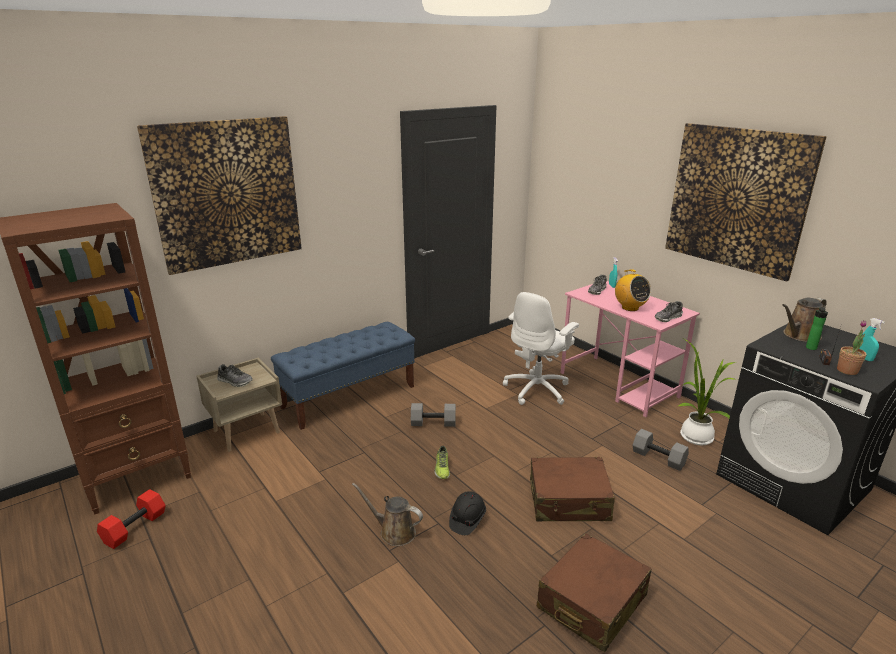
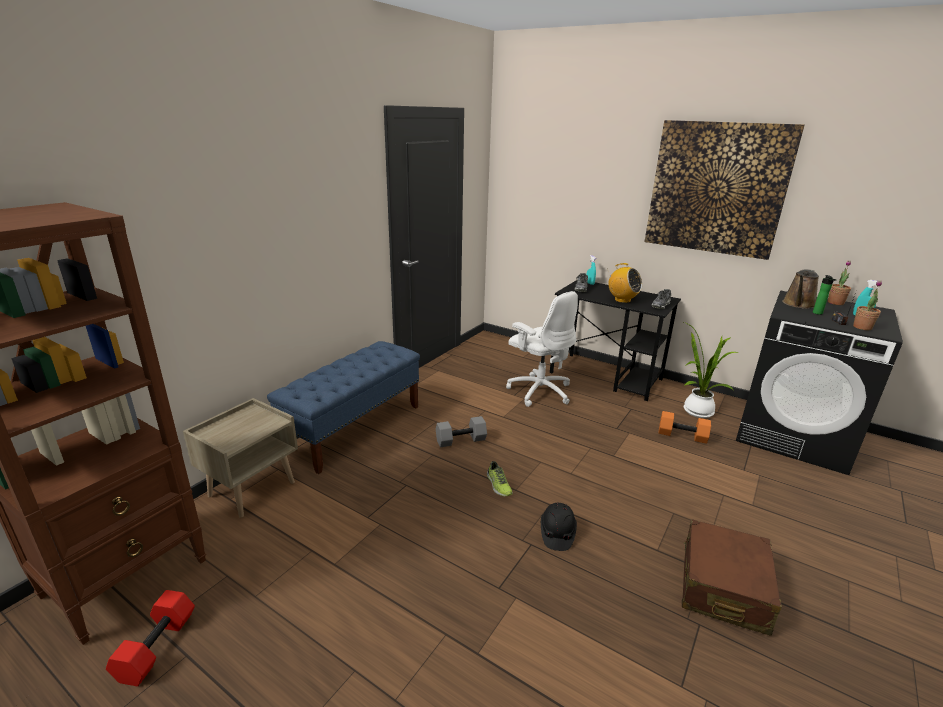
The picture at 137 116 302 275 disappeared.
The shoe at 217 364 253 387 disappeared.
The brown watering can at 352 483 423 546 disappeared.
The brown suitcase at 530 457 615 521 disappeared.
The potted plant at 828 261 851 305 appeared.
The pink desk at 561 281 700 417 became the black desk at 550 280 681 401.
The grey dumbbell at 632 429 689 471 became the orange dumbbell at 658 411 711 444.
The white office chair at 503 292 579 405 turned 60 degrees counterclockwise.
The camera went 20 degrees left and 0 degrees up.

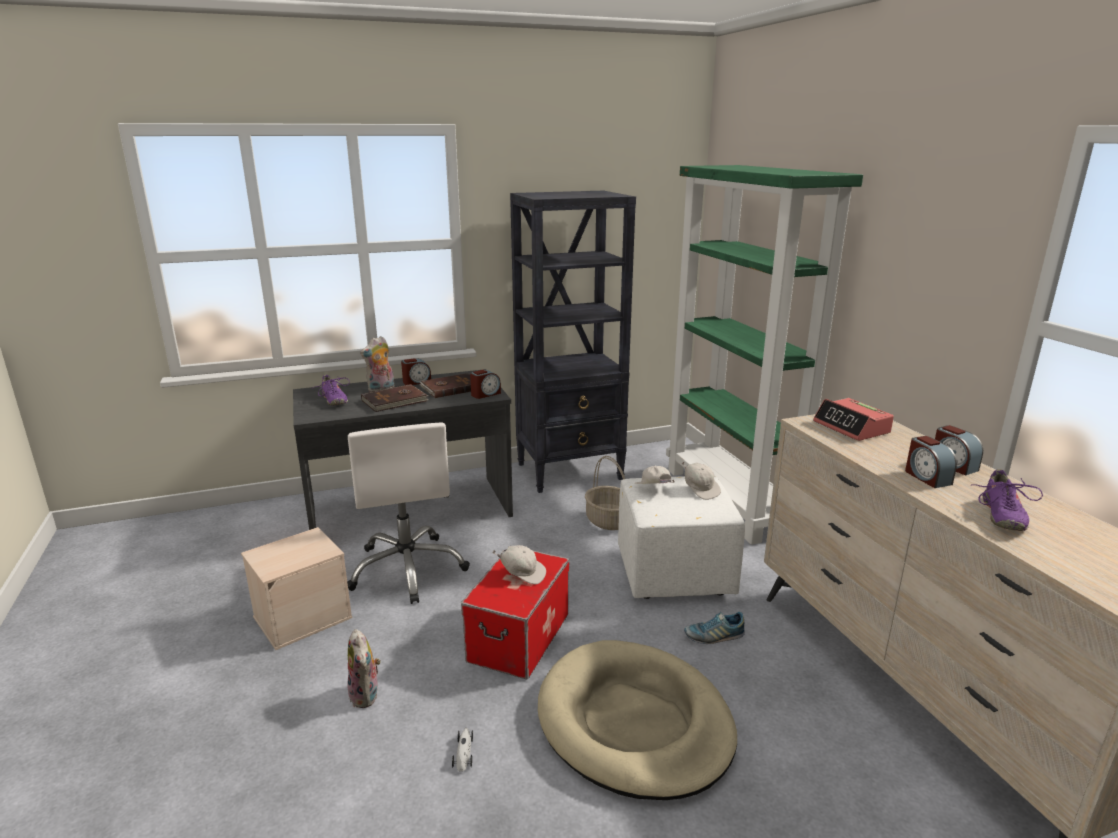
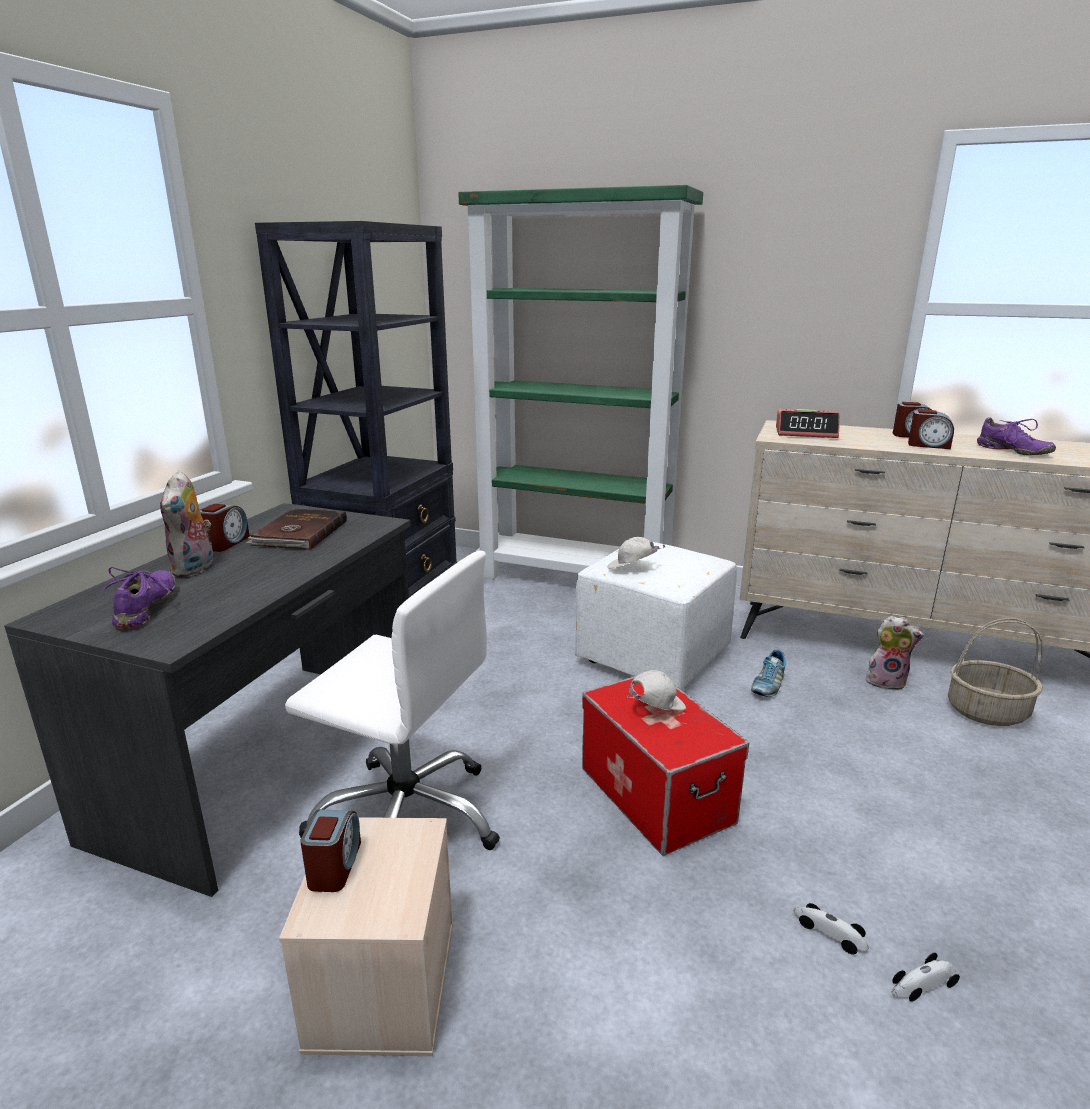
The brown book at 361 384 428 412 disappeared.
The beige dog bed at 538 640 737 800 disappeared.
The white cap at 682 462 721 500 disappeared.
The toy car at 892 953 960 1002 appeared.
The plush toy moved from 347 629 381 708 to 866 616 924 691.
The alarm clock moved from 470 370 501 399 to 300 810 361 892.
The basket moved from 585 456 625 530 to 948 618 1043 726.
The purple shoe at 313 375 350 405 turned 105 degrees counterclockwise.
The camera went 50 degrees left and 0 degrees up.

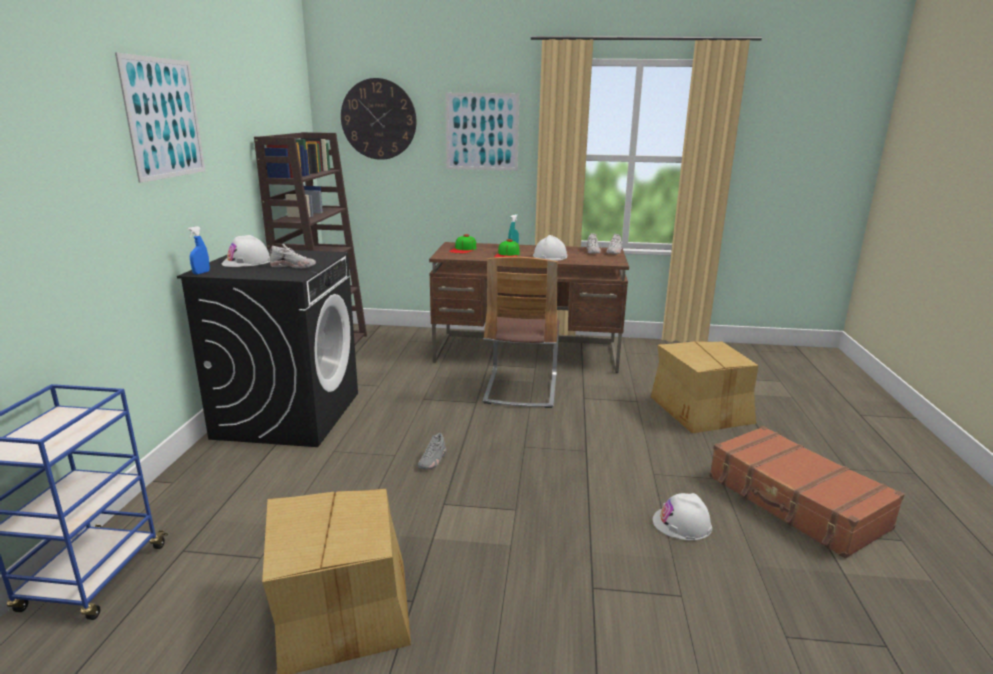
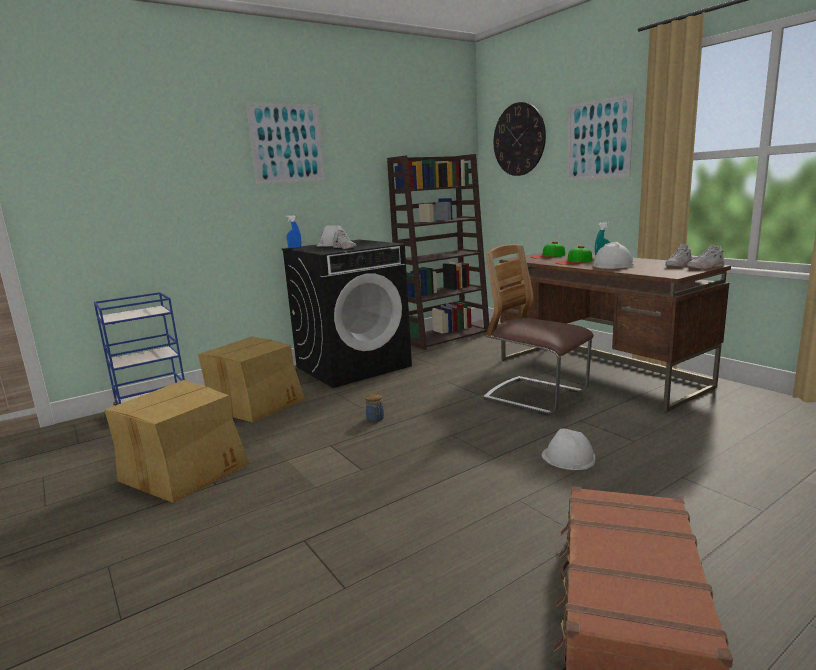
The cardboard box moved from 651 341 759 433 to 198 337 305 422.
The white hard hat moved from 652 493 712 540 to 542 429 595 470.
The grey shoe at 418 433 446 469 was replaced by the jar at 365 394 384 422.
The chair at 483 257 559 408 turned 75 degrees clockwise.
The camera went 50 degrees right and 5 degrees down.

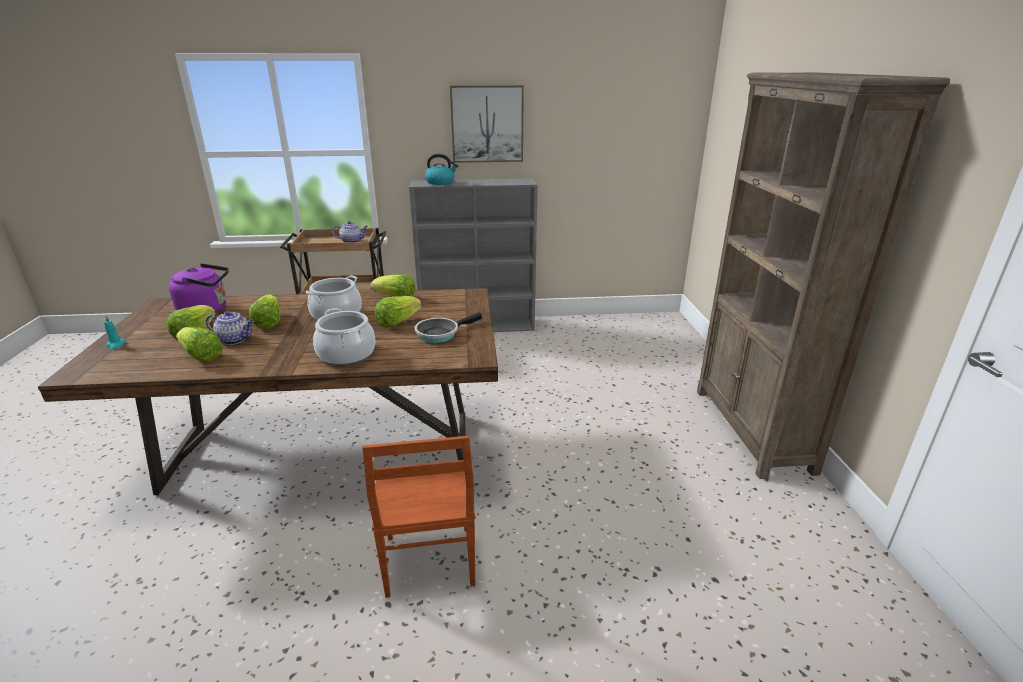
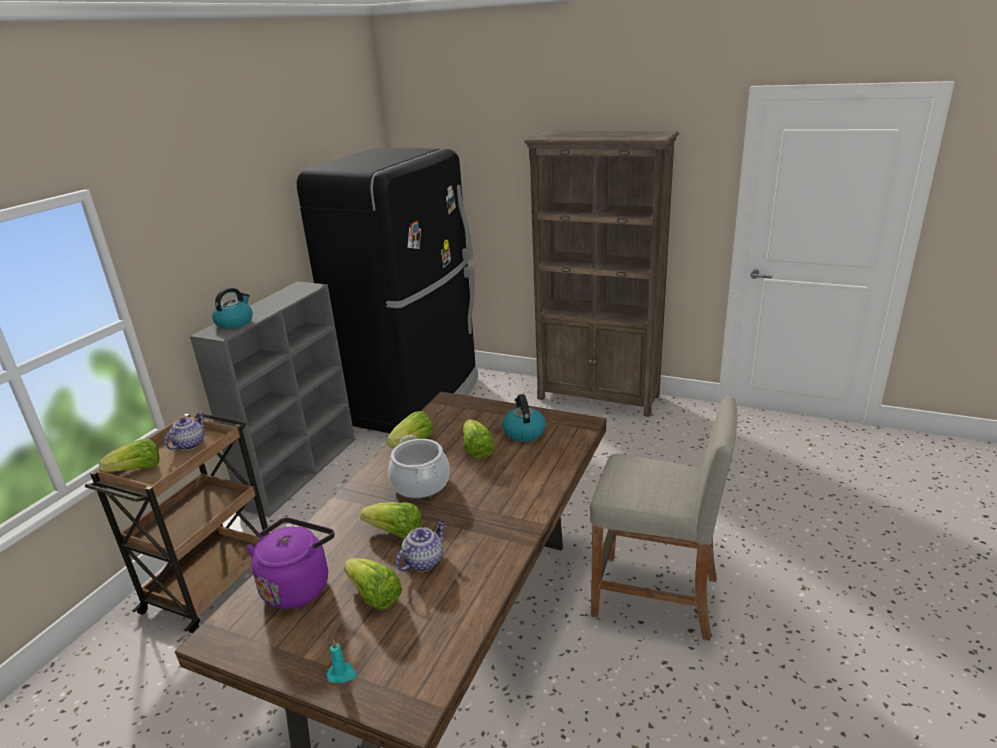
The cooking pot at 313 308 375 365 disappeared.
The picture at 450 85 524 163 disappeared.
The black fridge at 297 148 478 433 appeared.
The lettuce moved from 176 327 223 362 to 99 439 159 472.
The brown chair at 363 436 475 598 was replaced by the beige stool at 590 396 738 641.
The frying pan at 415 312 482 343 was replaced by the kettle at 502 394 546 442.
The camera went 60 degrees left and 0 degrees up.

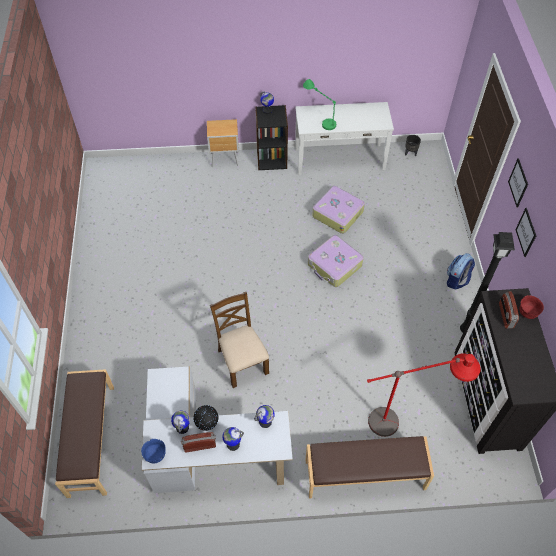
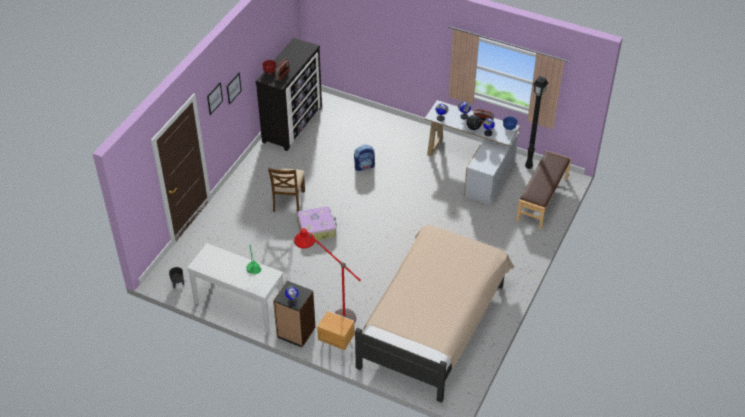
The brown bench at 305 436 434 499 disappeared.
The suitcase at 312 186 365 234 disappeared.
The beige bed at 355 225 514 403 appeared.
The brown chair moved from 210 292 269 388 to 268 167 305 212.
The red floor lamp moved from 367 353 481 437 to 294 228 361 322.
The backpack moved from 447 253 475 289 to 354 145 375 171.
The black floor lamp moved from 460 232 515 333 to 525 76 549 169.
The camera went 150 degrees left and 10 degrees down.

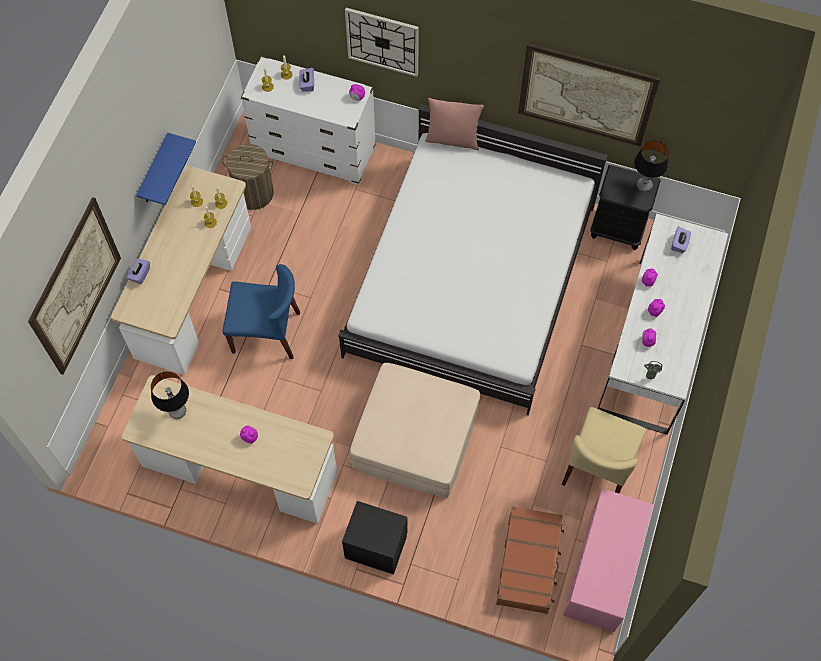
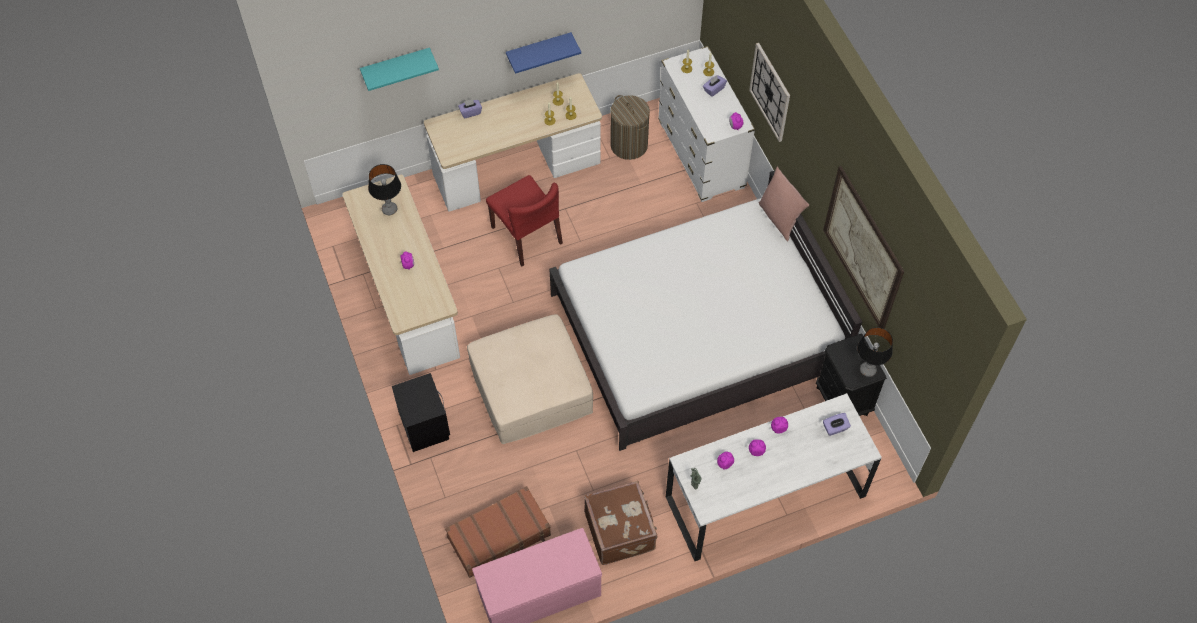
The picture at 28 197 121 375 was replaced by the turquoise shelf at 360 48 439 91.
The beige chair at 562 407 647 493 was replaced by the brown suitcase at 584 481 657 565.
The blue chair at 223 264 300 359 became the red chair at 486 175 563 266.
The camera went 50 degrees right and 5 degrees down.

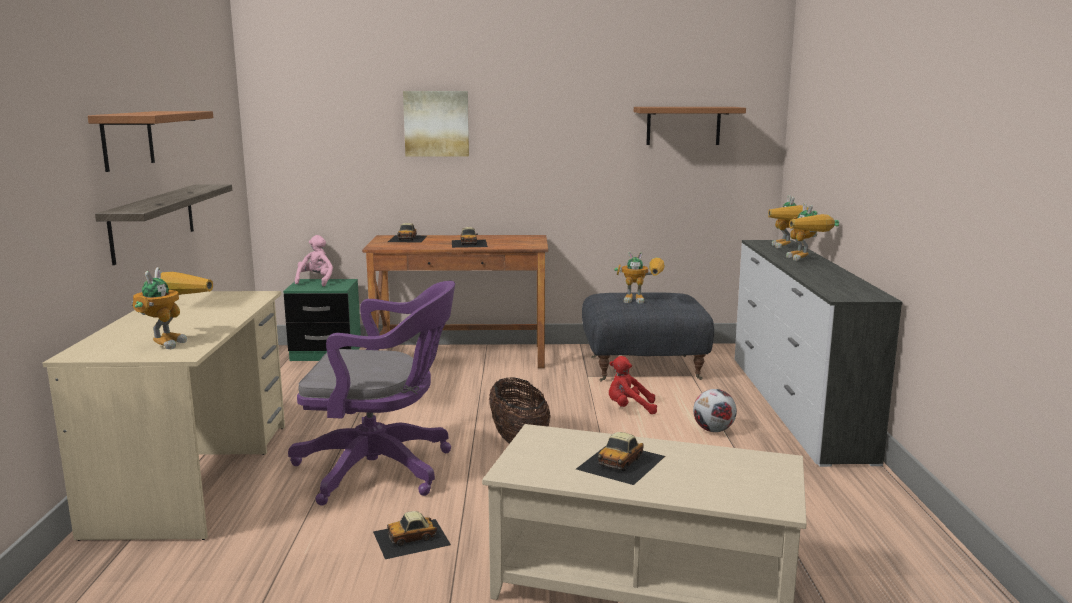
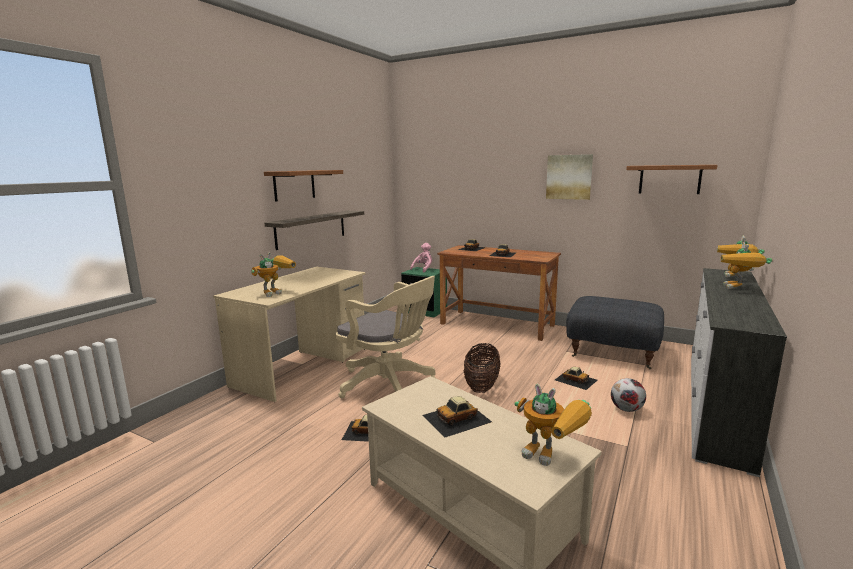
The picture moved from 403 91 469 157 to 546 154 593 200.
The toy robot moved from 614 251 665 303 to 514 384 592 466.
The red plush toy at 609 356 657 414 was replaced by the toy car at 555 367 597 390.
The purple office chair at 288 281 455 506 became the beige office chair at 336 276 436 398.
The camera went 30 degrees right and 0 degrees up.

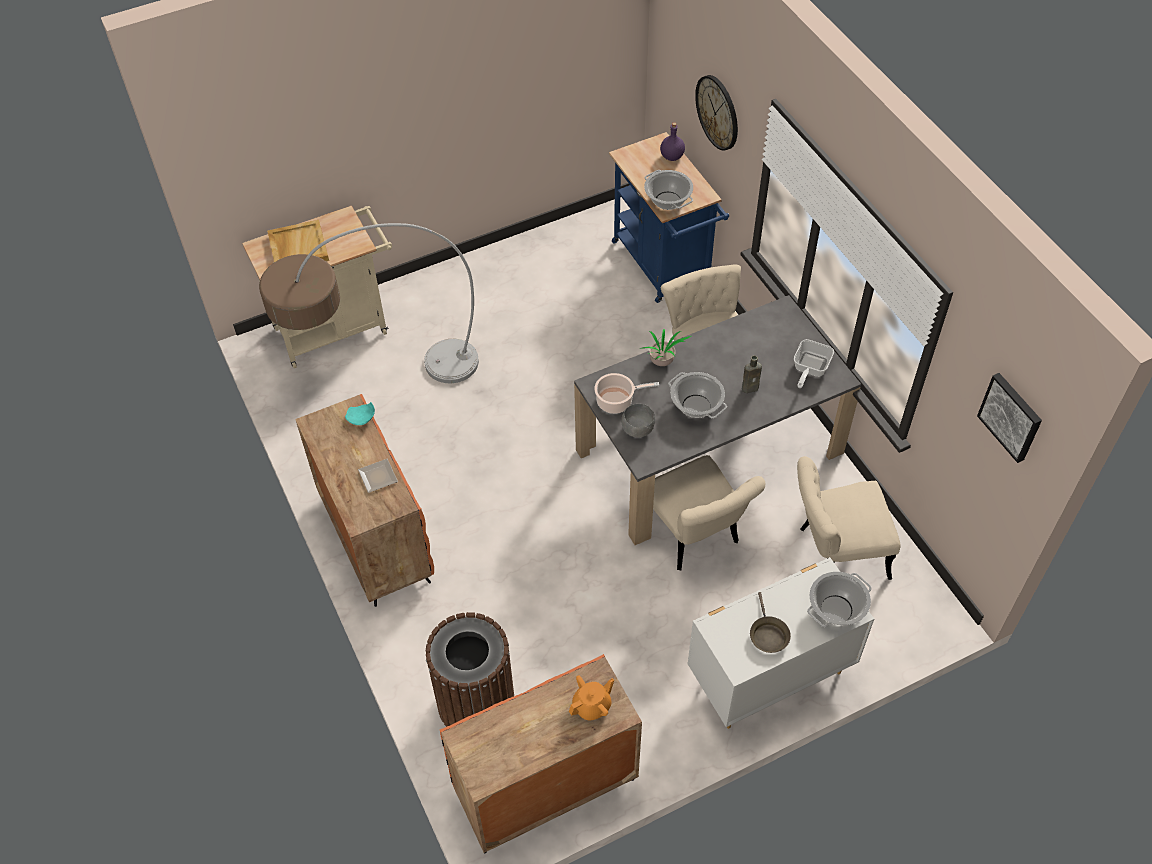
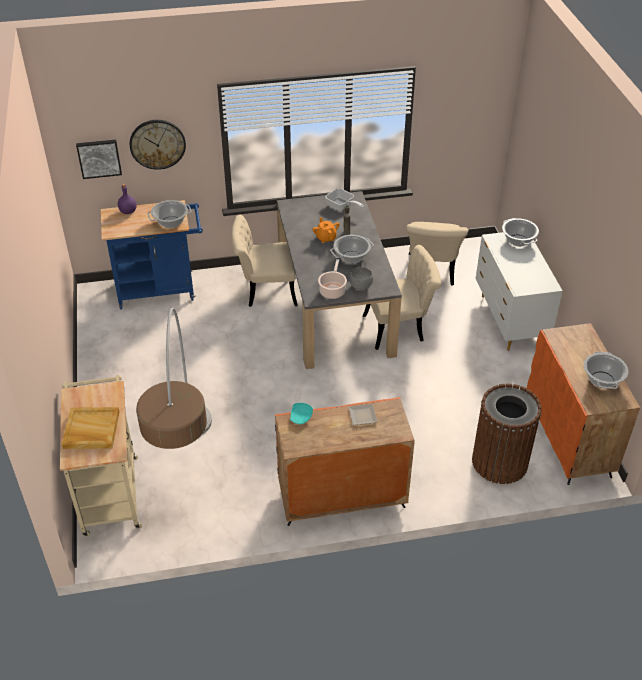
The potted plant at 640 329 691 366 disappeared.
The brown frying pan at 750 592 791 653 disappeared.
The cooking pot at 584 352 629 389 appeared.
The orange teapot moved from 569 676 614 720 to 312 217 340 243.
The picture moved from 977 373 1042 463 to 76 140 122 179.
The camera went 75 degrees left and 10 degrees down.

